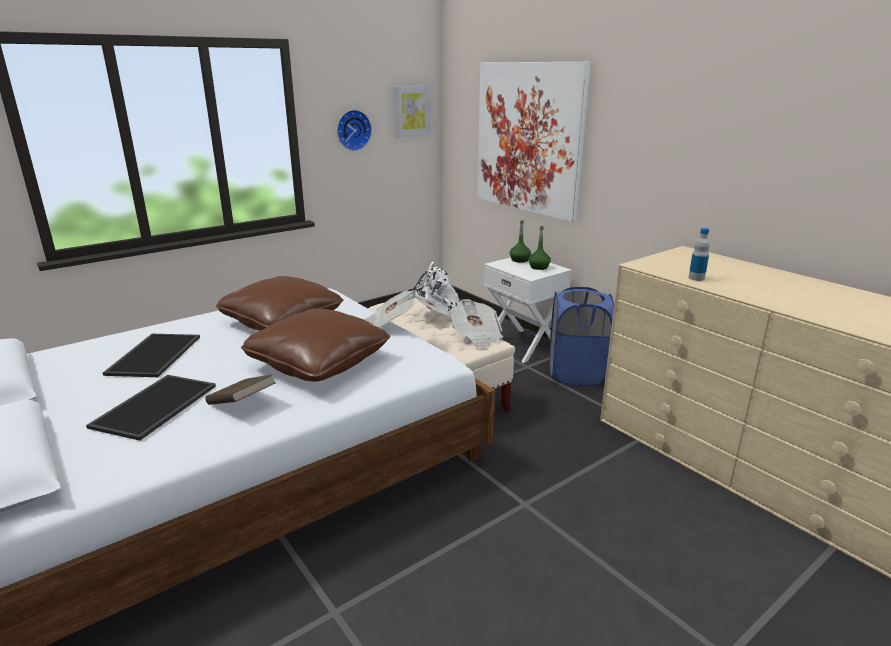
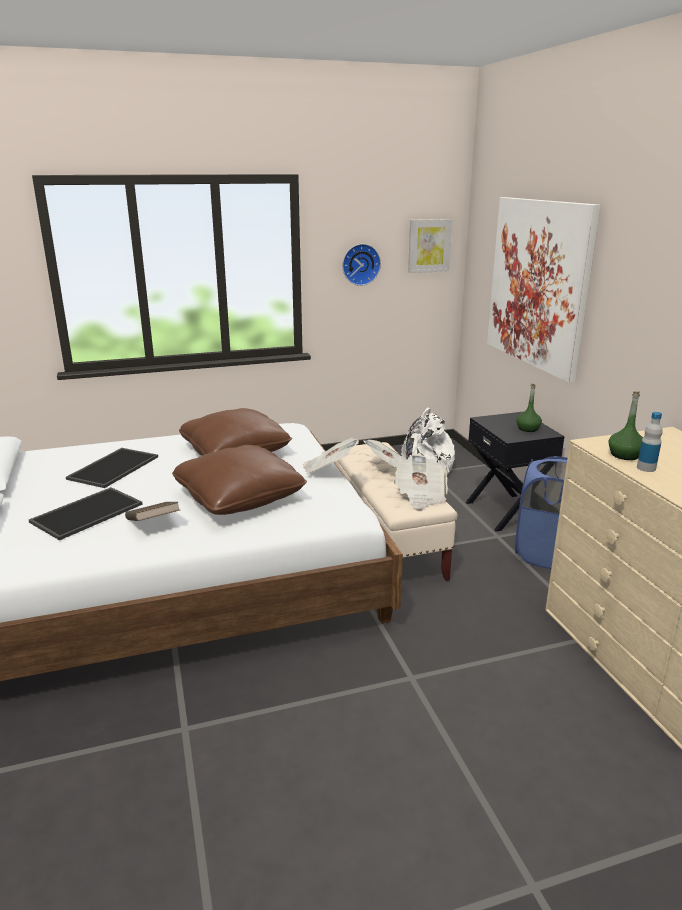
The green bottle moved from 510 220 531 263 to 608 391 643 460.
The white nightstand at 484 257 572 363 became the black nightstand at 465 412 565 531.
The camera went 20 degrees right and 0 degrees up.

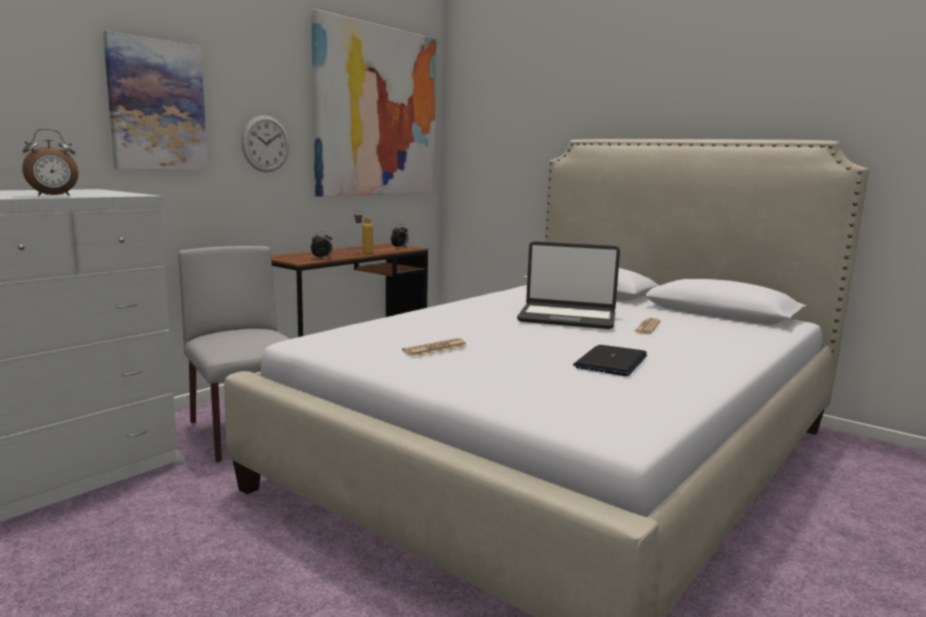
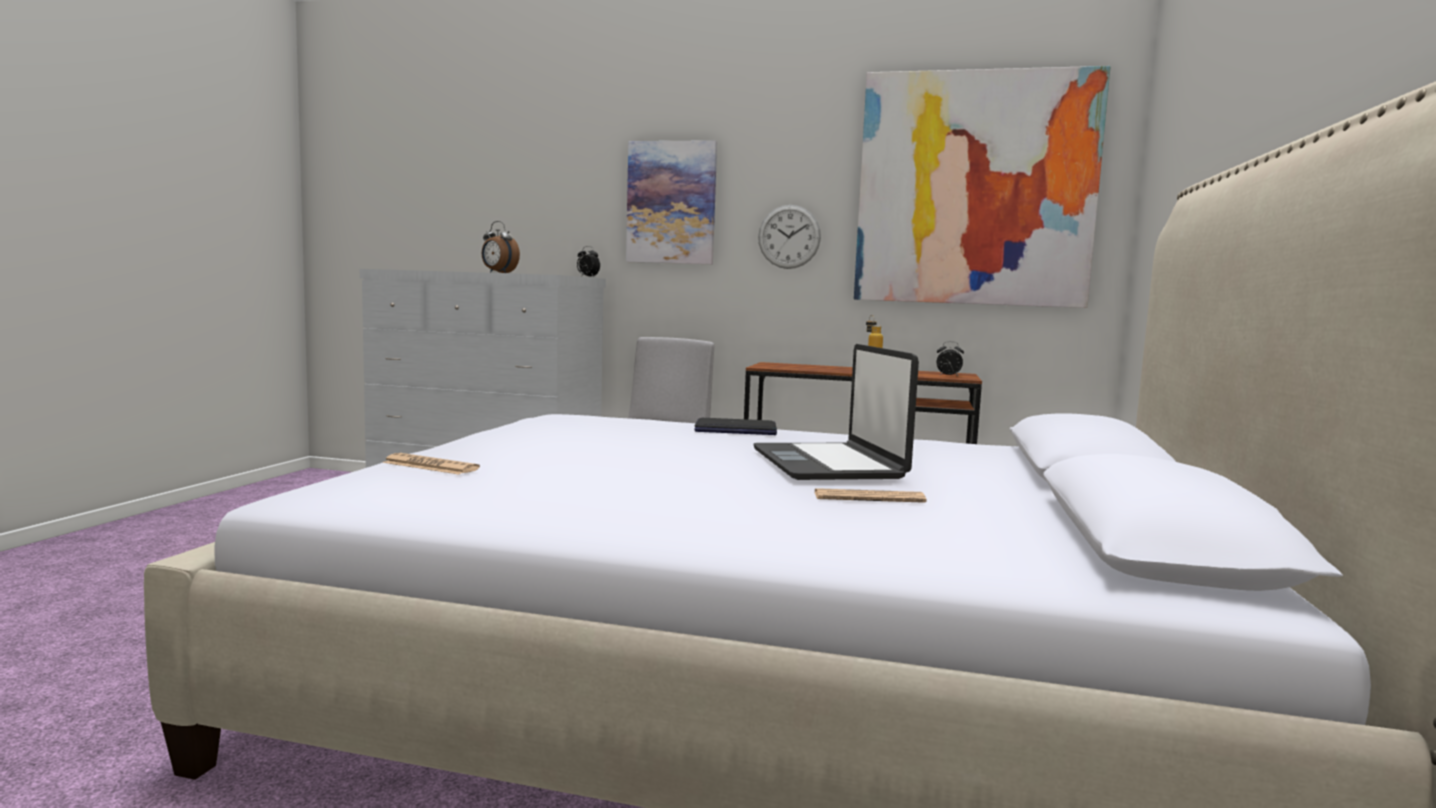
The alarm clock moved from 311 231 332 259 to 577 246 600 277.
The newspaper moved from 402 338 468 356 to 382 453 480 475.
The laptop moved from 573 345 647 376 to 695 418 777 435.
The camera went 65 degrees right and 5 degrees down.

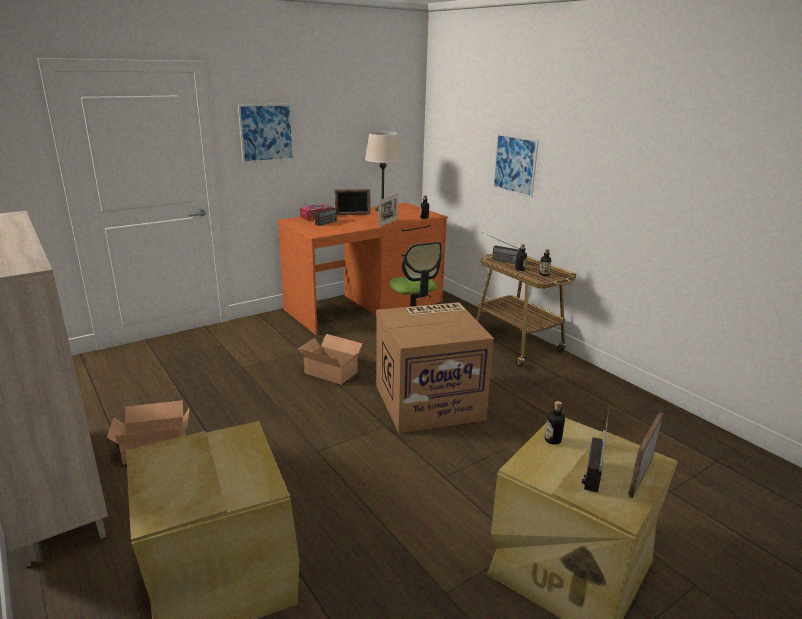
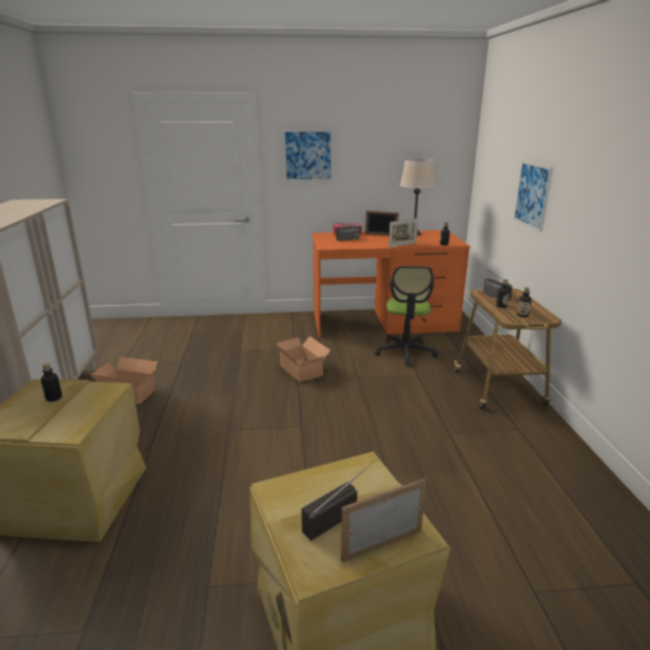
The cardboard box at 376 302 494 433 disappeared.
The bottle moved from 545 401 565 445 to 41 363 62 402.
The camera went 30 degrees right and 0 degrees up.

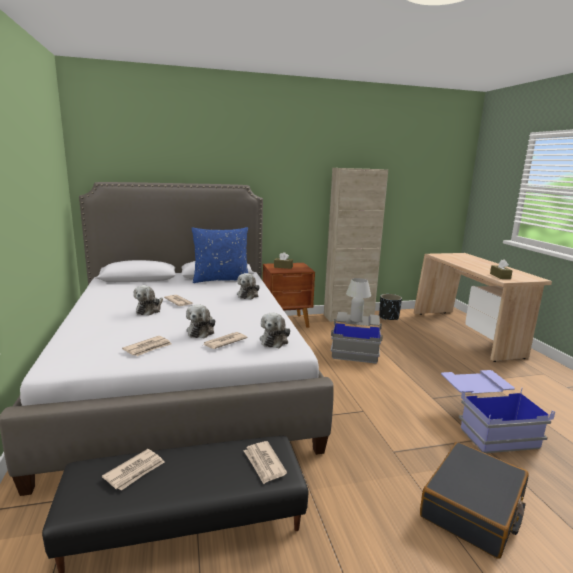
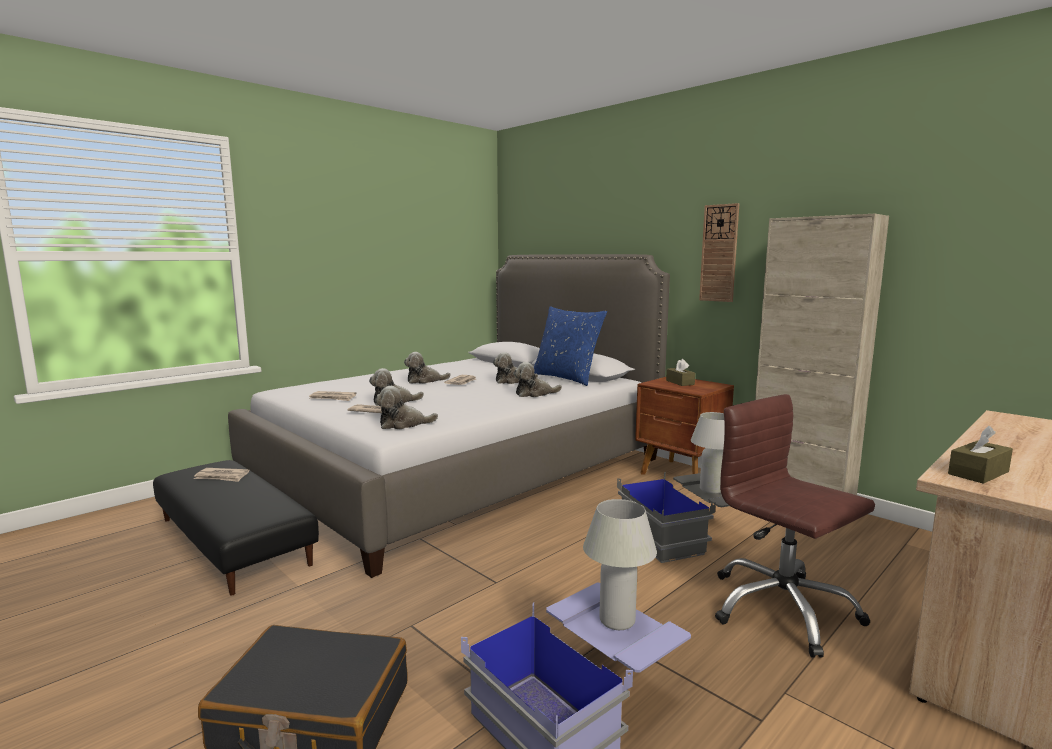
The newspaper at 244 441 287 484 disappeared.
The black planter at 379 294 402 320 disappeared.
The plush toy at 493 352 538 384 appeared.
The white table lamp at 583 499 657 630 appeared.
The wall clock at 699 203 739 302 appeared.
The brown office chair at 715 394 875 658 appeared.
The camera went 60 degrees right and 5 degrees down.

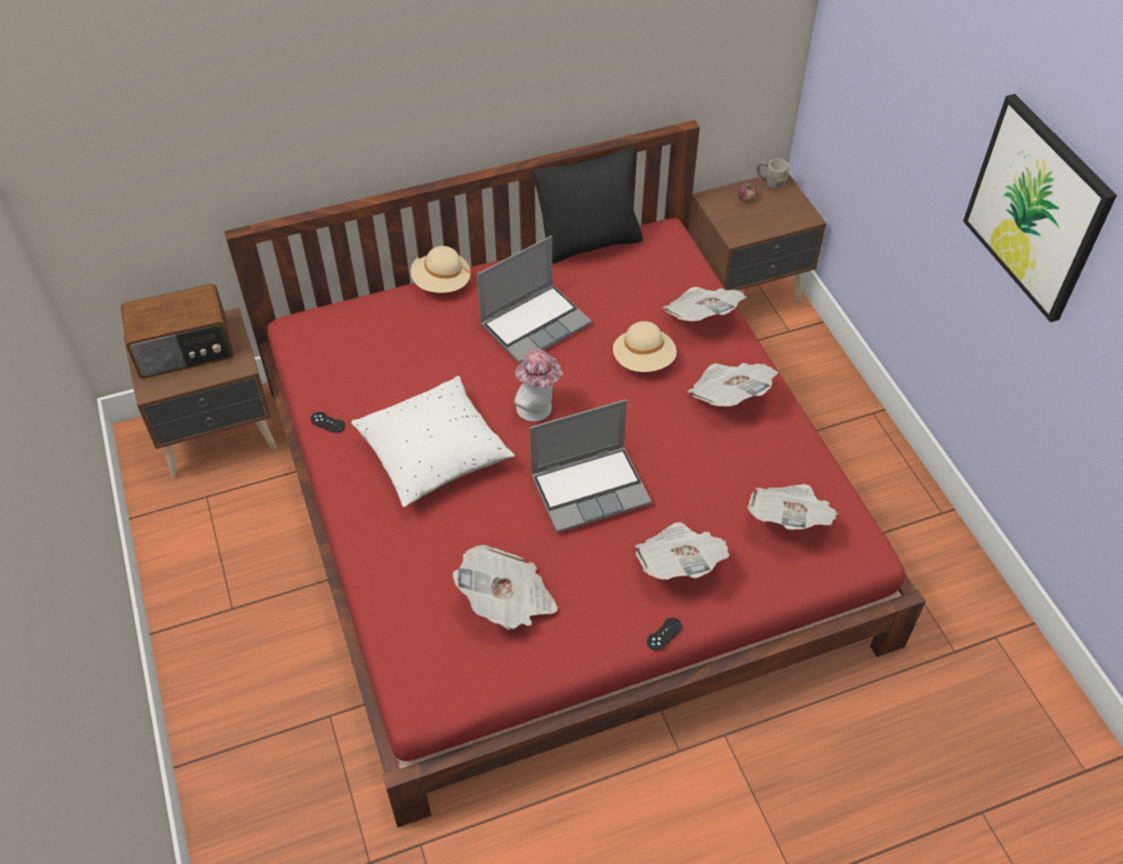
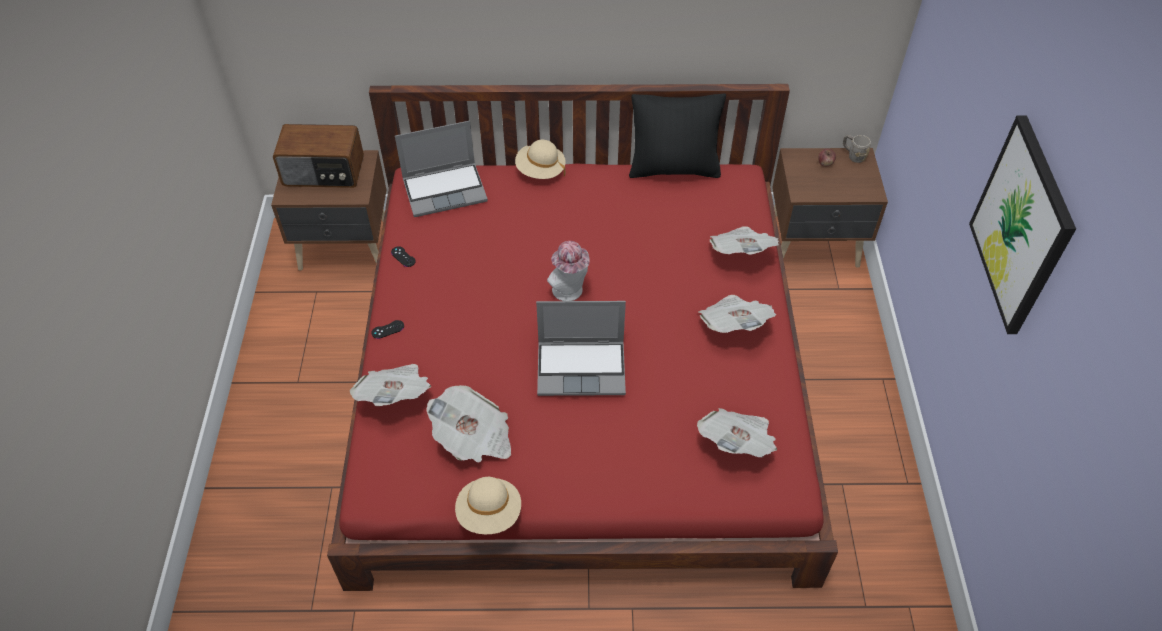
The white pillow at 351 376 515 507 disappeared.
The laptop moved from 477 236 592 363 to 395 121 488 217.
The beige hat moved from 613 321 677 372 to 455 477 521 534.
The newspaper moved from 635 522 729 580 to 350 364 431 406.
The black game controller moved from 647 618 682 651 to 371 320 404 339.
The camera went 20 degrees right and 0 degrees up.

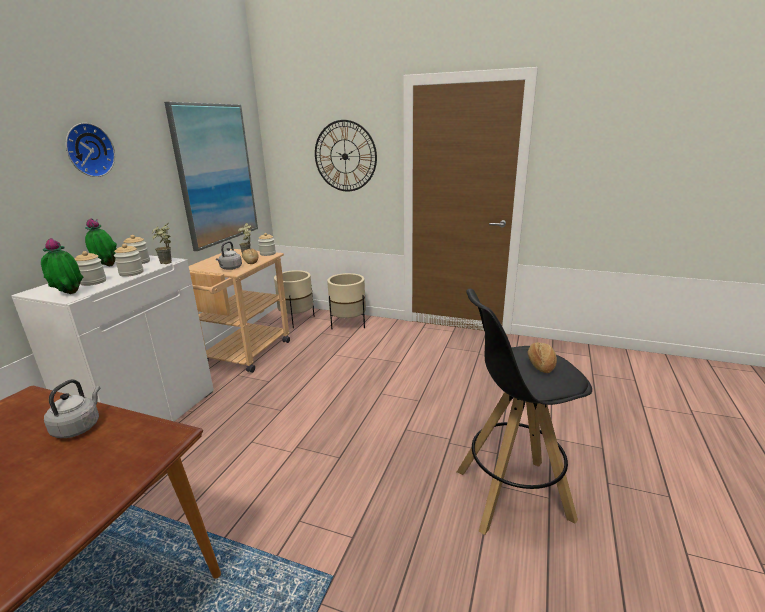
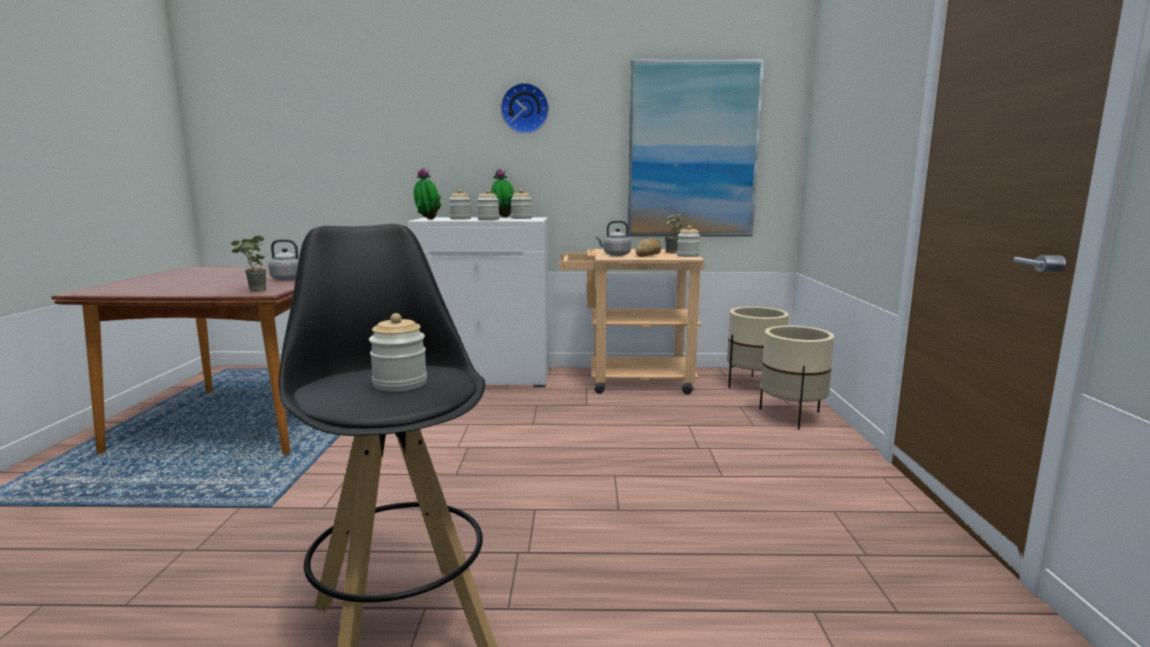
The wall clock at 315 120 377 191 disappeared.
The potted plant moved from 152 222 172 264 to 231 235 267 292.
The bread at 528 342 557 373 was replaced by the jar at 369 313 427 392.
The camera went 70 degrees right and 10 degrees down.

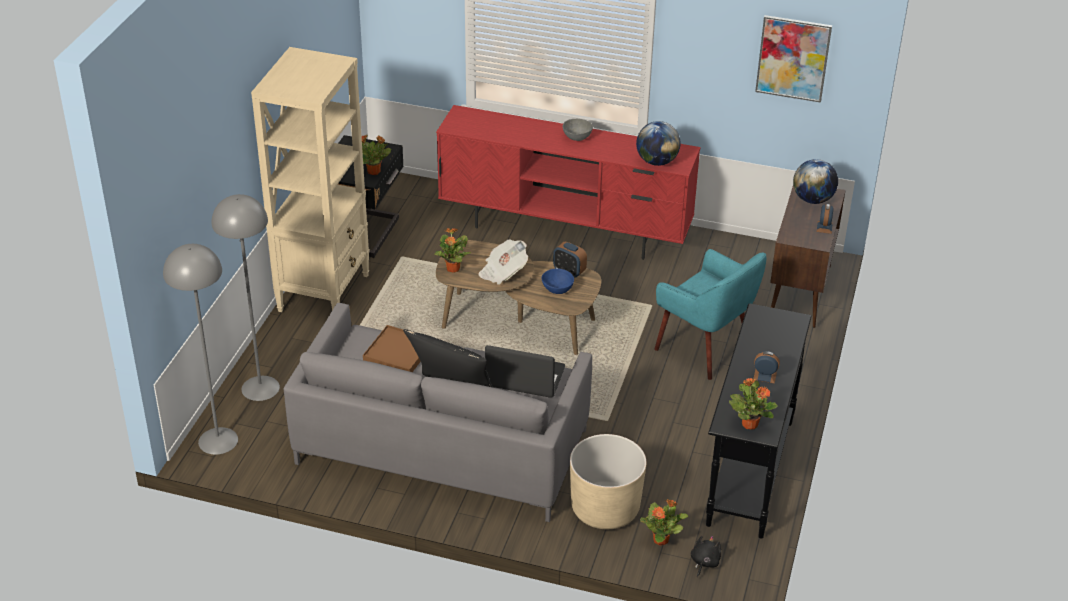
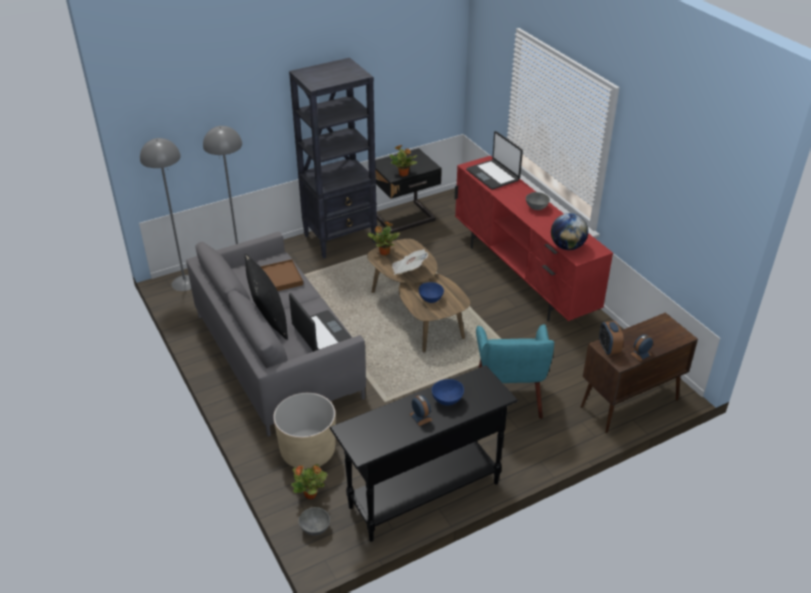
The potted plant at 729 378 778 429 disappeared.
The picture at 755 15 832 103 disappeared.
The globe at 793 159 838 204 disappeared.
The blue bowl at 432 379 464 405 appeared.
The laptop at 466 131 523 189 appeared.
The alarm clock moved from 553 242 587 278 to 599 321 624 355.
The black plush toy at 691 536 721 577 was replaced by the grey bowl at 298 507 330 536.
The beige bookcase at 251 47 370 312 became the black bookcase at 289 58 377 259.
The camera went 45 degrees right and 0 degrees up.

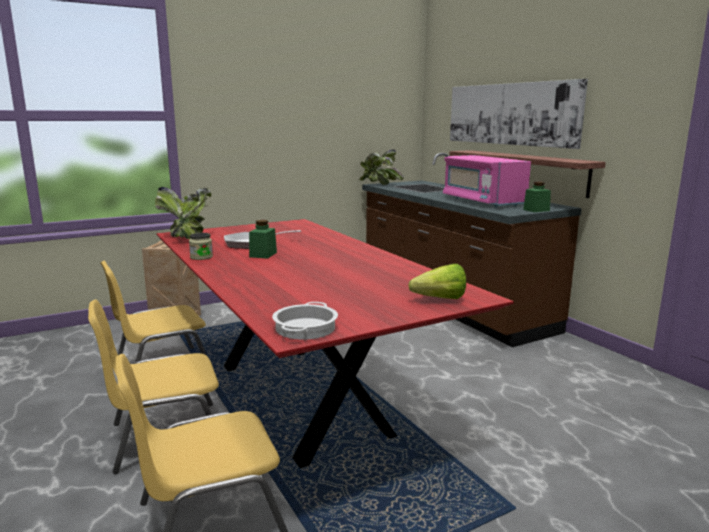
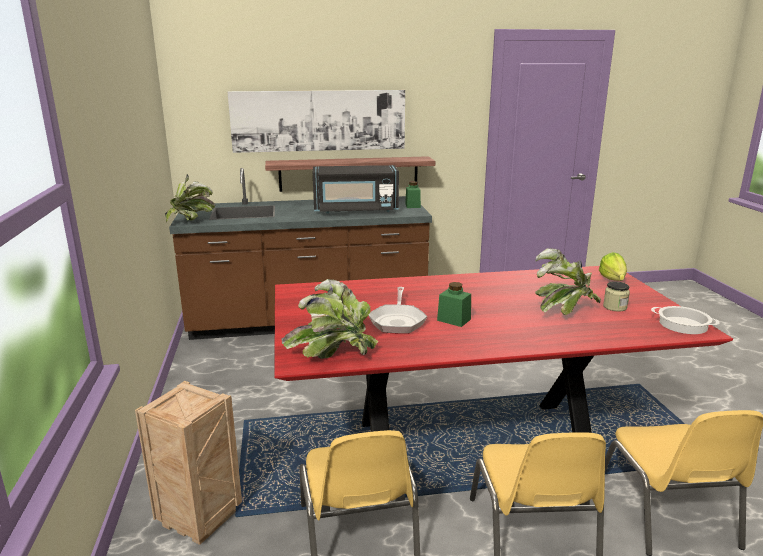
The potted plant at 535 248 601 315 appeared.
The jar moved from 189 233 213 260 to 603 281 630 311.
The pink microwave at 443 155 531 208 became the black microwave at 313 165 399 214.
The camera went 70 degrees left and 5 degrees up.

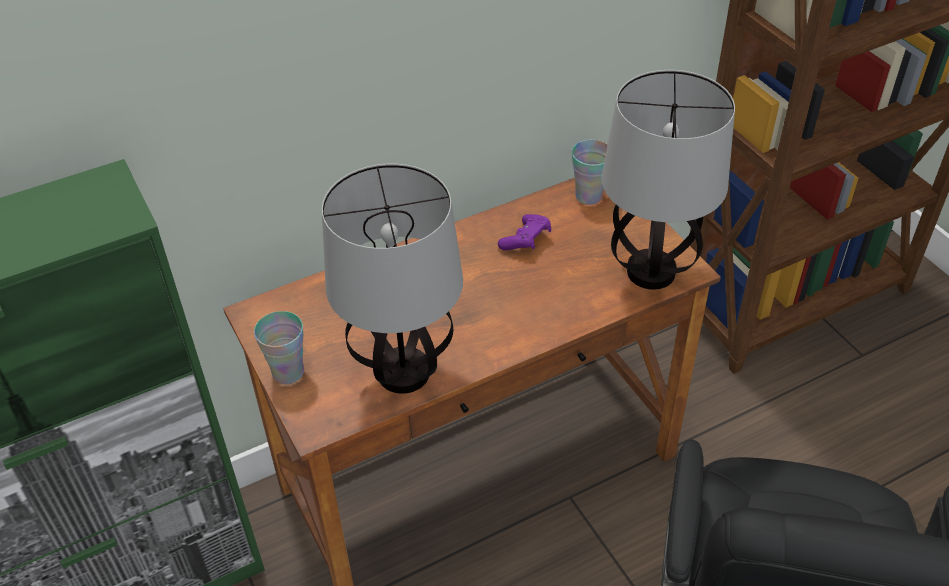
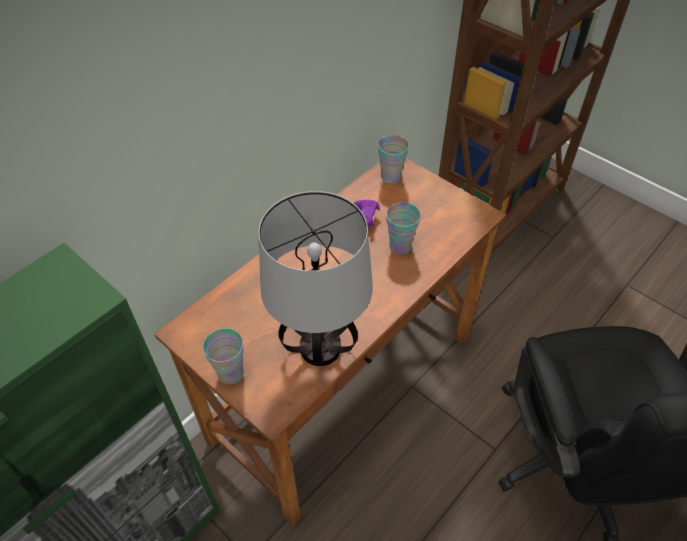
The table lamp at 601 70 735 290 disappeared.
The cup at 386 202 420 254 appeared.
The camera went 20 degrees left and 5 degrees up.

